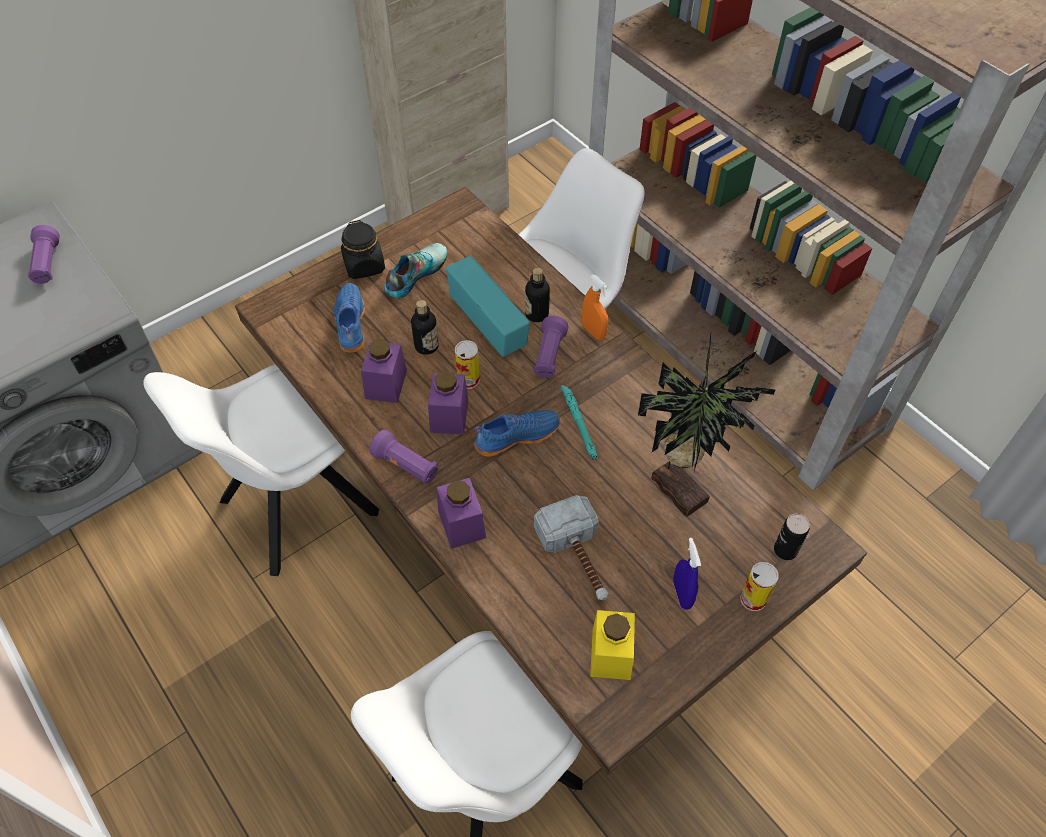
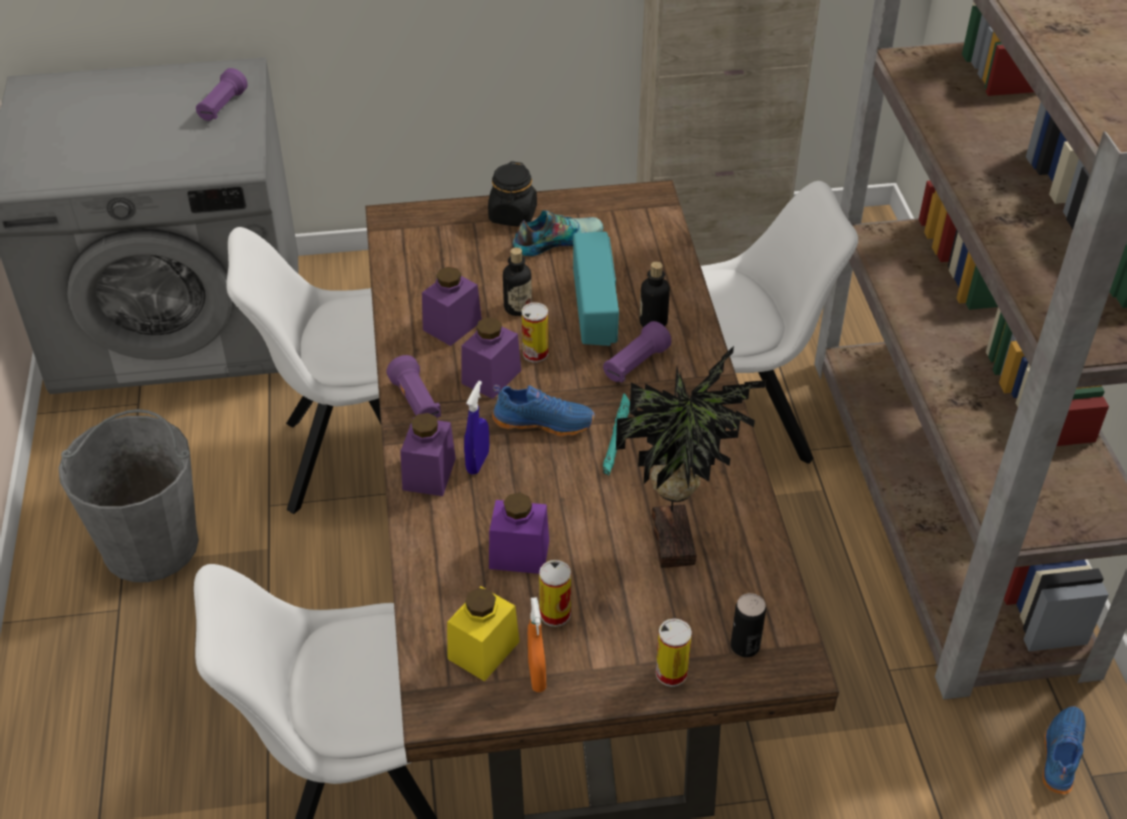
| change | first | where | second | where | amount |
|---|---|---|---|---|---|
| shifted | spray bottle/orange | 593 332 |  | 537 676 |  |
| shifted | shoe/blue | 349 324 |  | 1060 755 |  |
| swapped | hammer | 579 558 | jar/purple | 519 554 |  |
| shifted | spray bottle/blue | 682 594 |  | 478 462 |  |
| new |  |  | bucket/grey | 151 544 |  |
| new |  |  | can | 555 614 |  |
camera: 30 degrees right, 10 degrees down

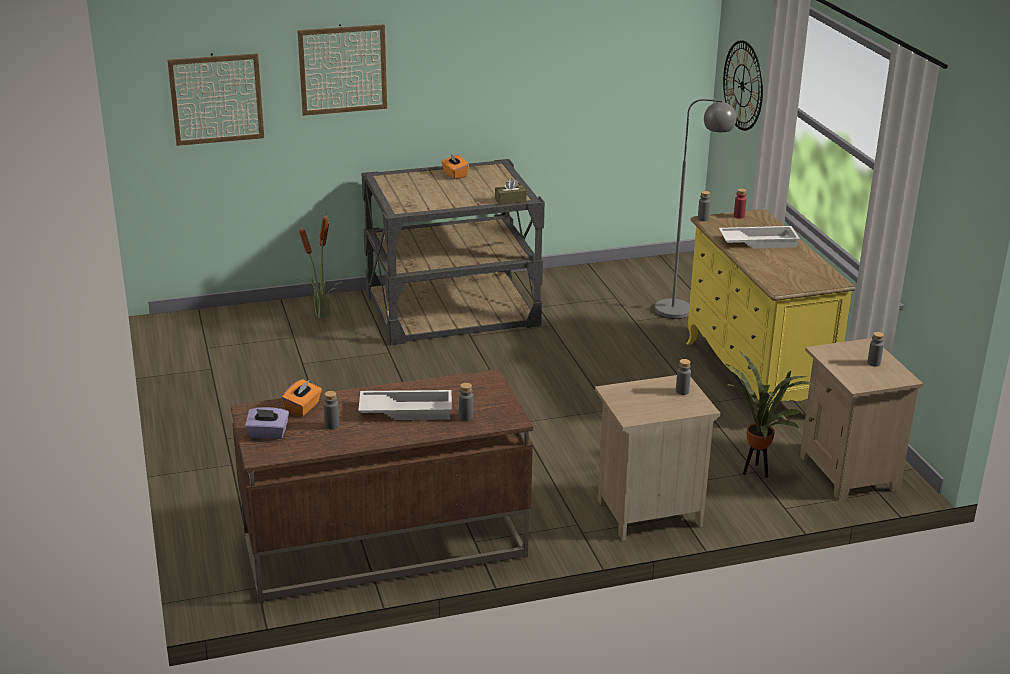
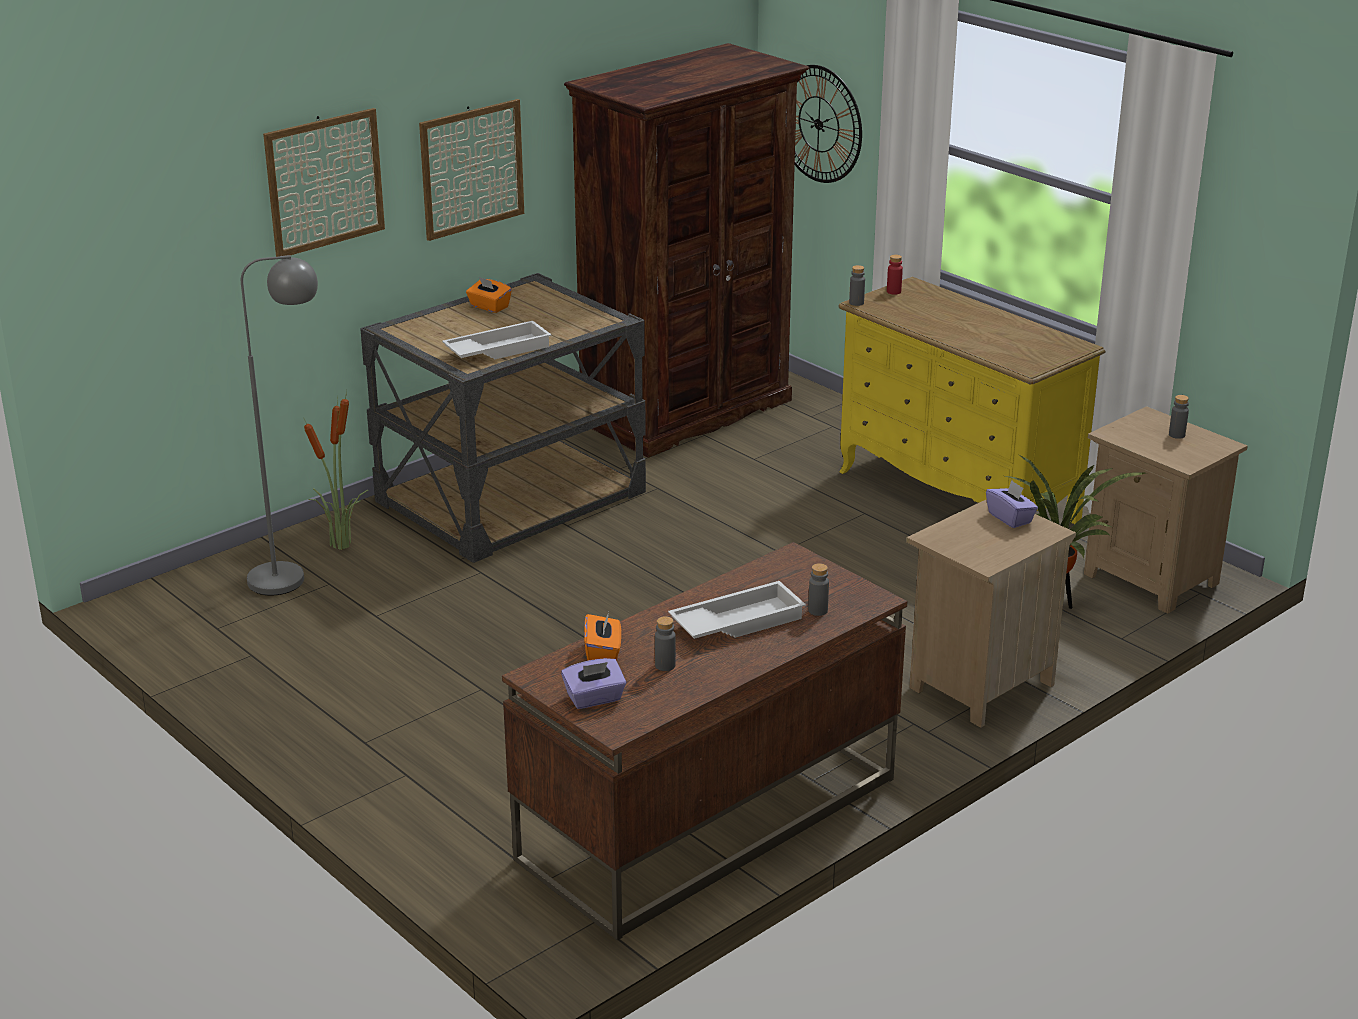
| change | first | where | second | where | amount |
|---|---|---|---|---|---|
| shifted | picture | 216 97 |  | 471 166 |  |
| shifted | floor lamp/grey | 684 312 |  | 294 579 |  |
| gone | tissue box/brown | 510 200 |  |  |  |
| shifted | tray/white | 758 242 |  | 497 349 |  |
| swapped | bottle/grey | 682 391 | tissue box/purple | 1010 518 |  |
| new |  |  | wardrobe/brown | 687 411 |  |
camera: 25 degrees left, 0 degrees up

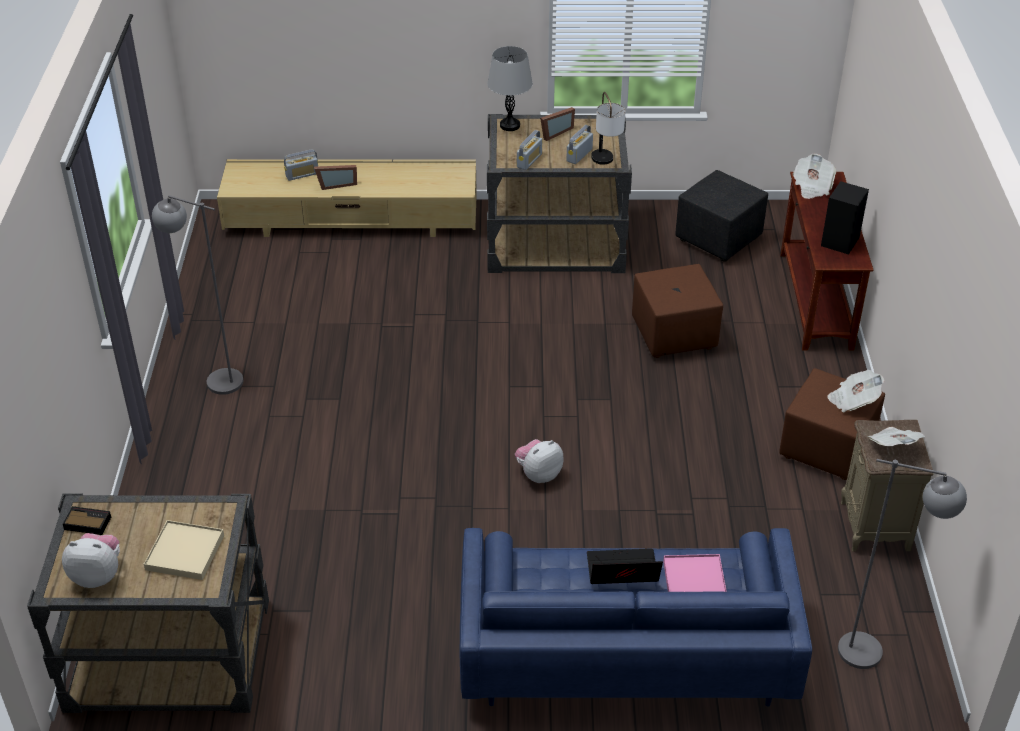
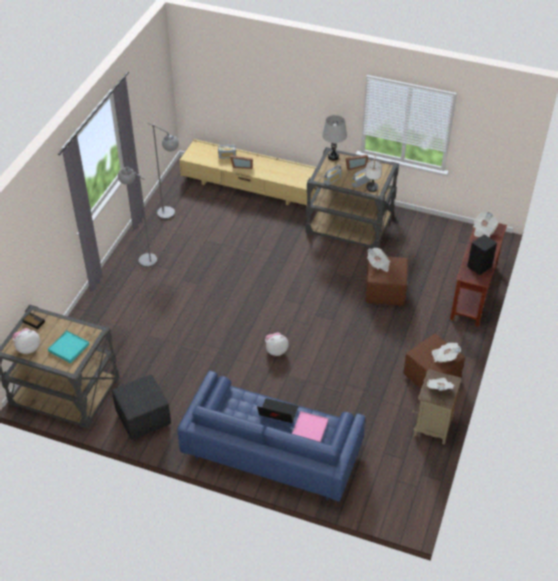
| change | first | where | second | where | amount |
|---|---|---|---|---|---|
| shifted | ottoman/black | 719 239 |  | 144 419 |  |
| shifted | floor lamp/grey | 876 655 |  | 171 216 |  |
| repainted | tray/beige | 184 552 | tray/turquoise | 68 348 |  |
| rotated | plush toy | 98 575 |  | 27 348 | 60 degrees counterclockwise |
| new |  |  | newspaper | 378 264 |  |
camera: 20 degrees right, 5 degrees up

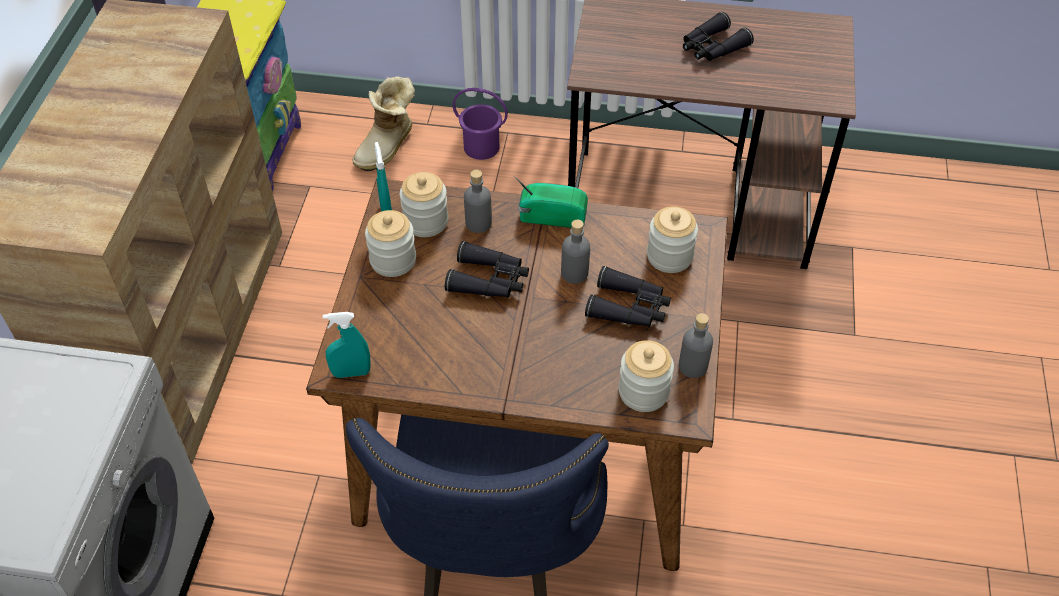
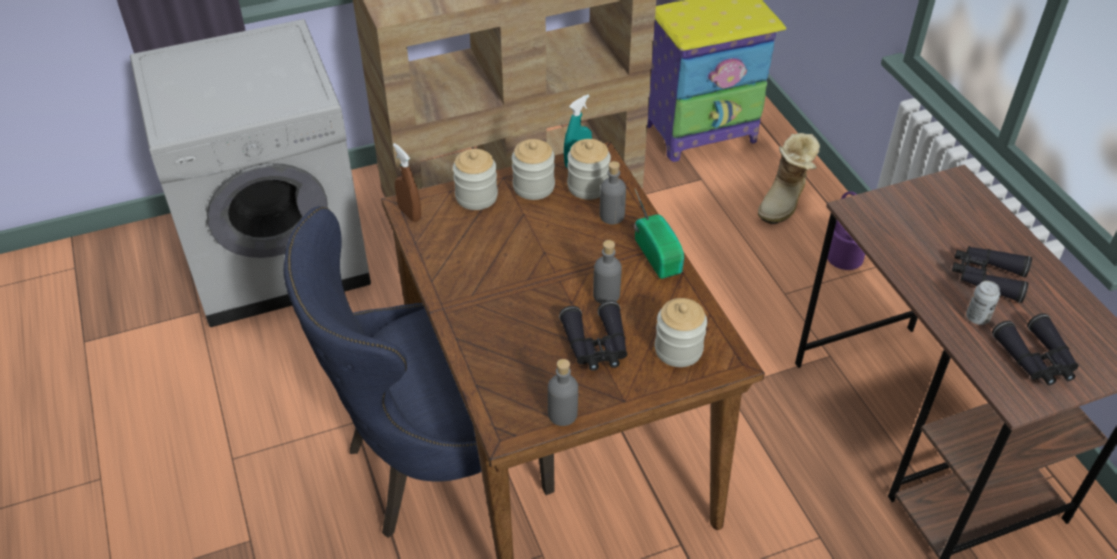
| change | first | where | second | where | amount |
|---|---|---|---|---|---|
| rotated | boot | 388 147 |  | 785 201 | 60 degrees counterclockwise |
| shifted | binoculars/black | 489 280 |  | 1036 359 |  |
| repainted | spray bottle/turquoise | 351 372 | spray bottle/brown | 409 213 |  |
| shifted | jar | 643 392 |  | 476 196 |  |
| new |  |  | can | 977 317 |  |
camera: 60 degrees right, 5 degrees down

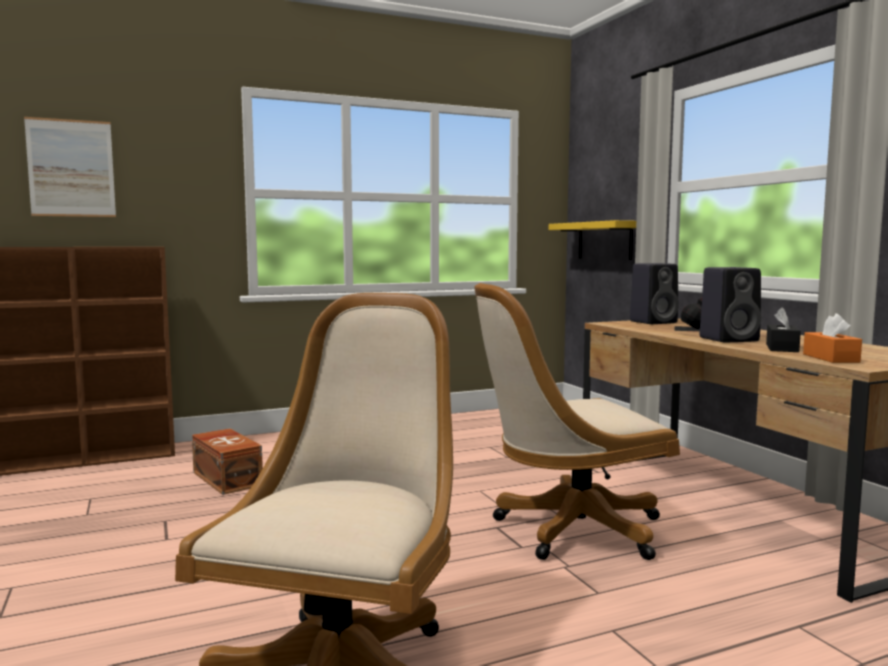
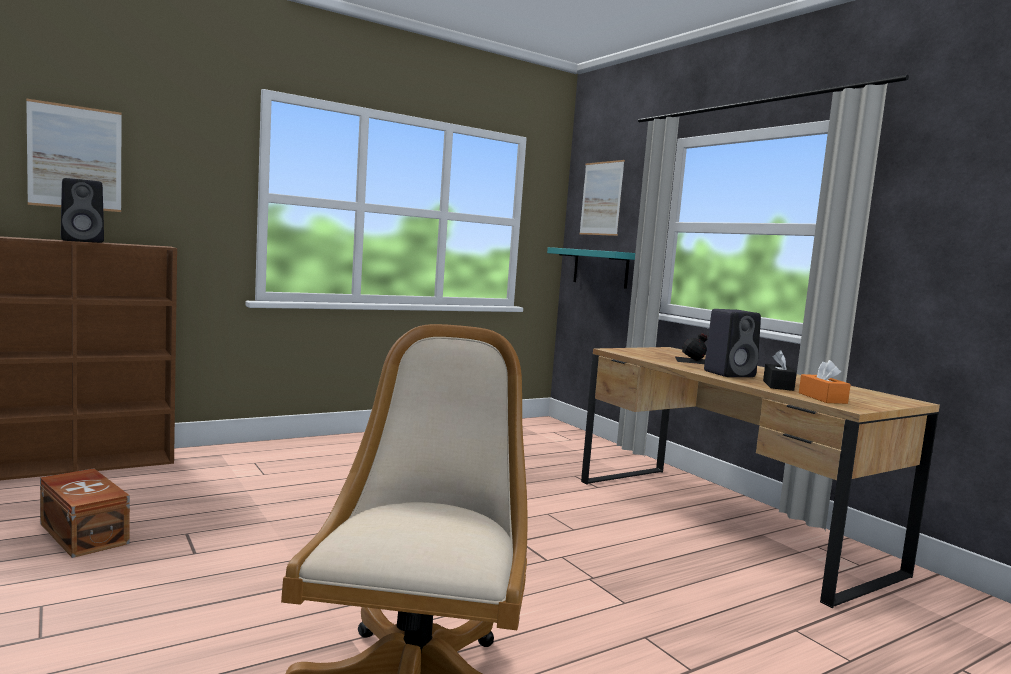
| change | first | where | second | where | amount |
|---|---|---|---|---|---|
| repainted | shelf/yellow | 604 241 | shelf/turquoise | 600 268 |  |
| shifted | speaker/black | 654 322 |  | 84 241 |  |
| gone | office chair | 568 530 |  |  |  |
| shifted | storage box/brown | 228 478 |  | 85 532 |  |
| new |  |  | picture | 601 198 |  |
camera: 10 degrees left, 0 degrees up

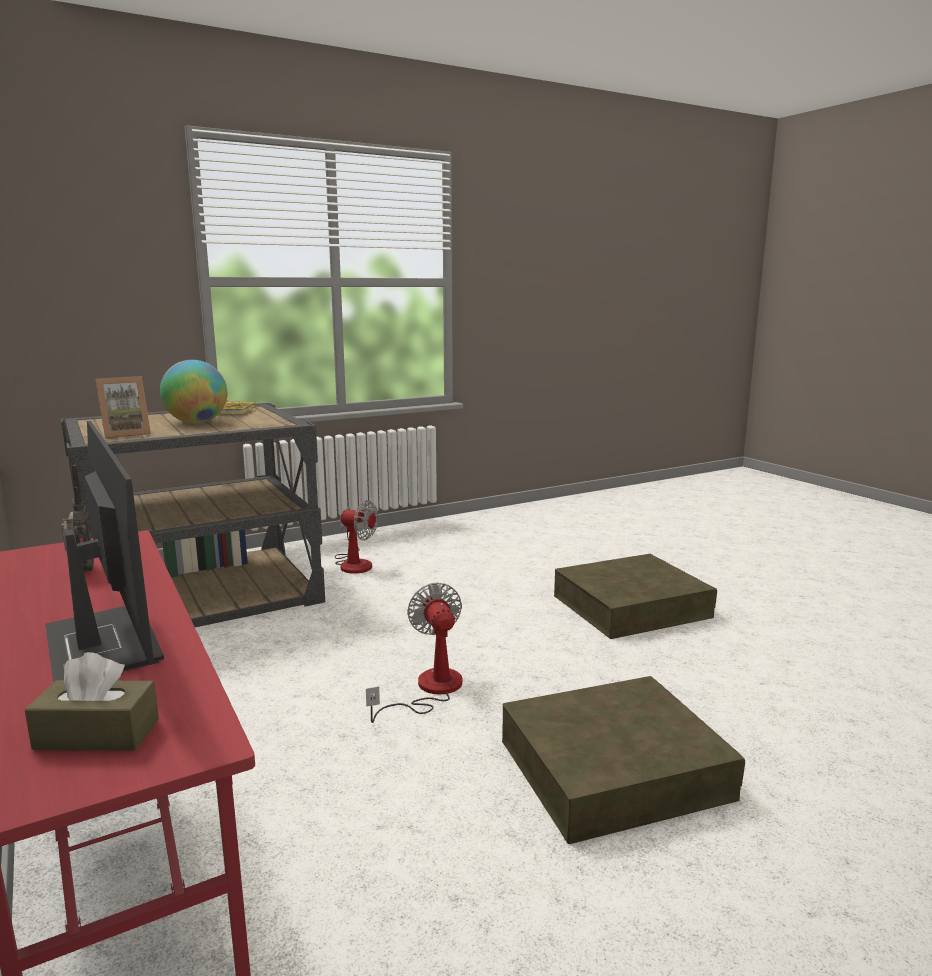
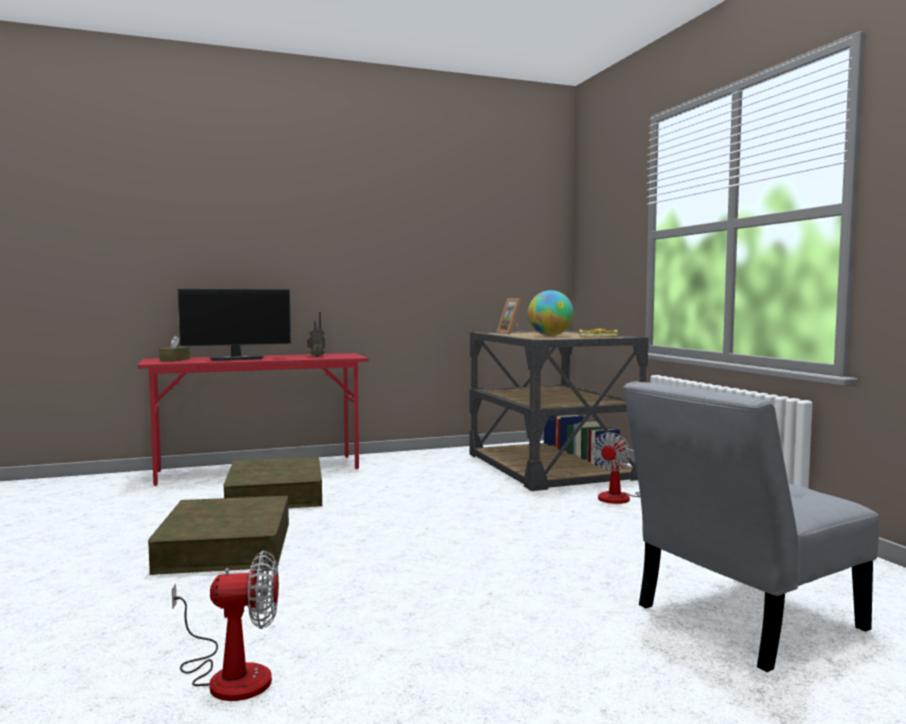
| change | first | where | second | where | amount |
|---|---|---|---|---|---|
| shifted | storage box/brown | 631 606 |  | 275 494 |  |
| shifted | fan | 429 690 |  | 229 674 |  |
| new |  |  | chair/grey | 740 621 |  |
camera: 100 degrees right, 10 degrees down

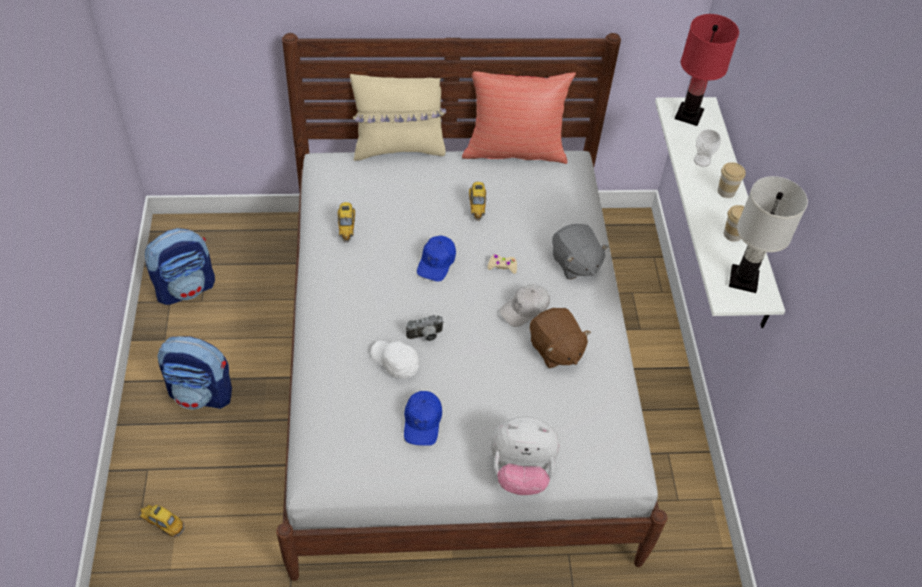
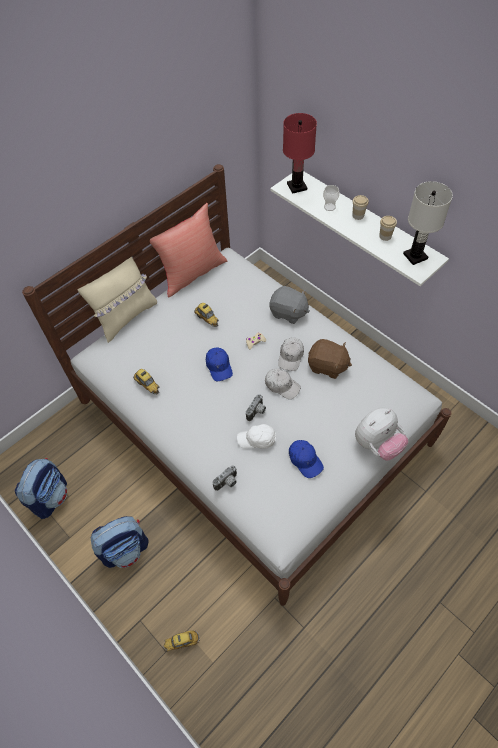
| change | first | where | second | where | amount |
|---|---|---|---|---|---|
| new |  |  | cap/white | 282 385 |  |
| new |  |  | photo camera | 227 483 |  |
camera: 35 degrees left, 5 degrees up

